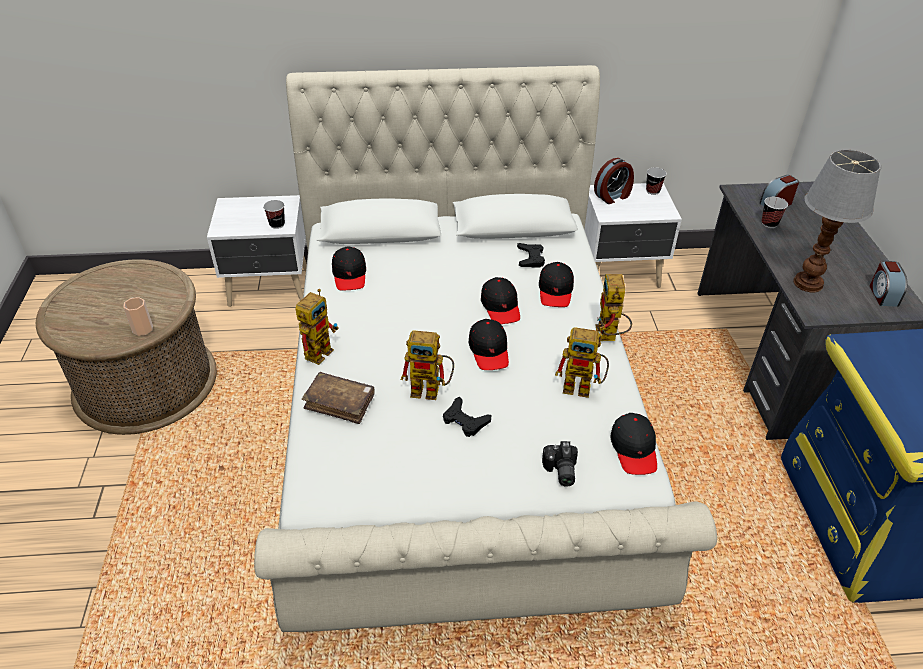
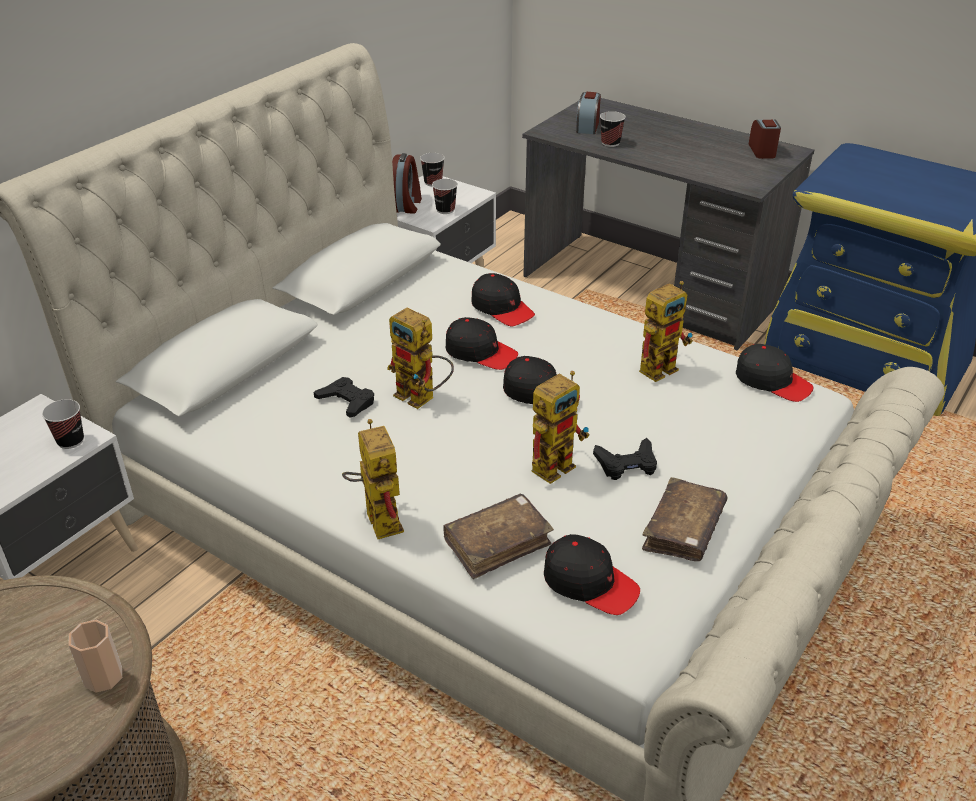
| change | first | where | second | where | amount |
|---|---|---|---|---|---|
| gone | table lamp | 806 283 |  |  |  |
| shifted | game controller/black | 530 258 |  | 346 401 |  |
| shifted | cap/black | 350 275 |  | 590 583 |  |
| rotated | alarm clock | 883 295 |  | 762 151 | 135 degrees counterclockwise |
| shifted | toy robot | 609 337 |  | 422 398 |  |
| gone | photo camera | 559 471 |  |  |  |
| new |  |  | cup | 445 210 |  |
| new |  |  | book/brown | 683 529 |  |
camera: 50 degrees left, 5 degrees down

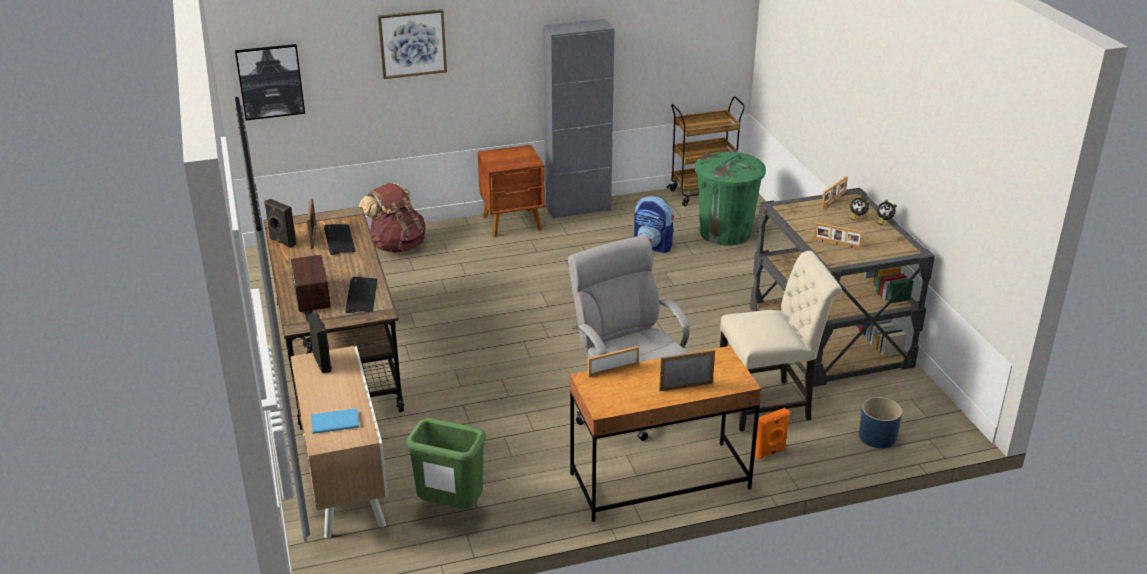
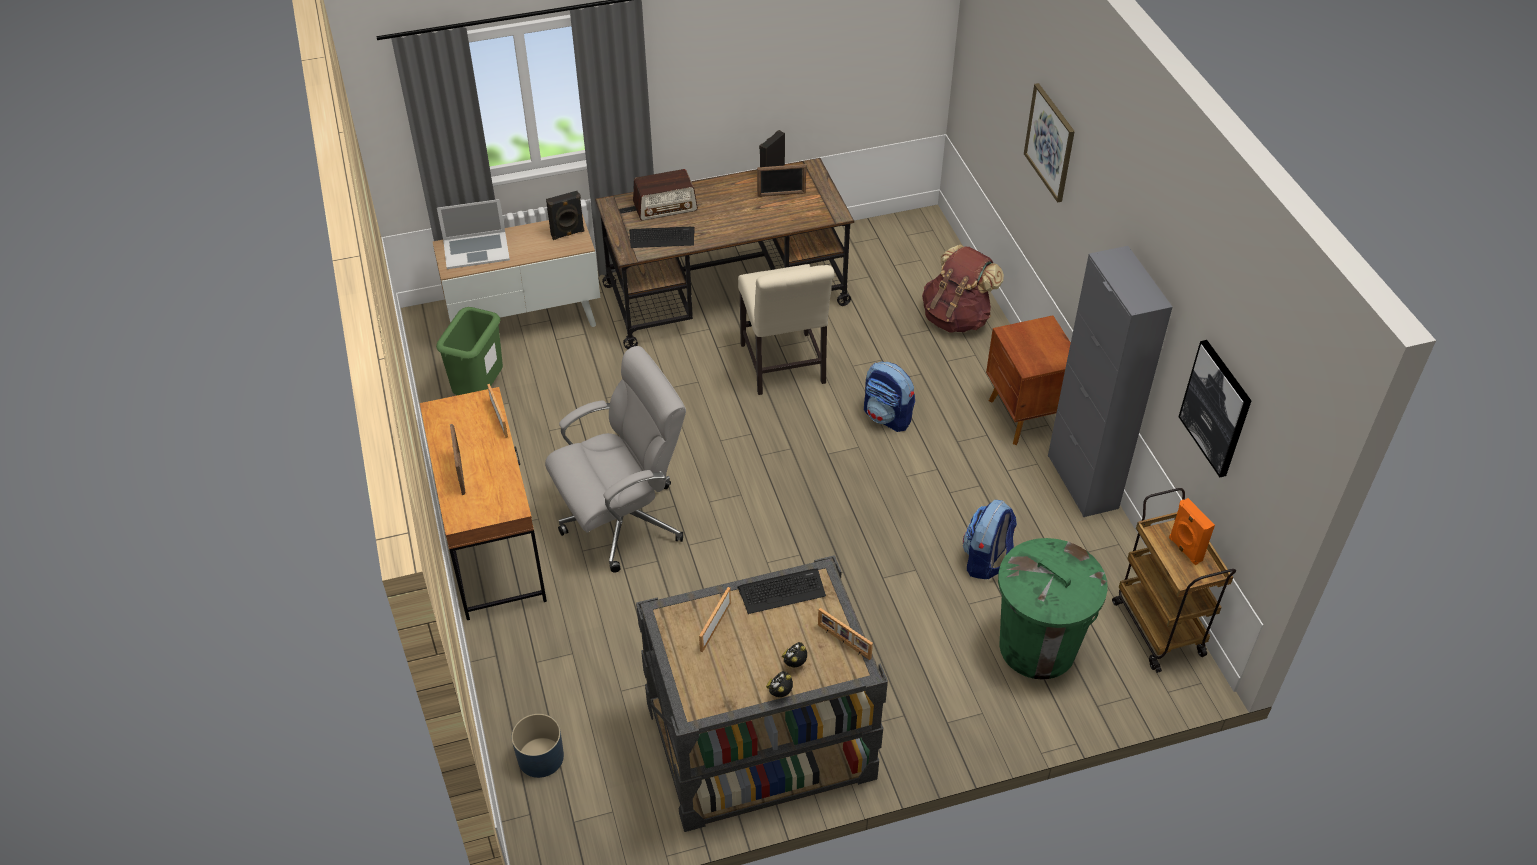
| change | first | where | second | where | amount |
|---|---|---|---|---|---|
| shifted | picture | 270 81 |  | 1216 408 |  |
| shifted | keyboard | 339 240 |  | 782 591 |  |
| shifted | chair/beige | 769 405 |  | 783 368 |  |
| swapped | book/blue | 333 421 | laptop | 476 250 |  |
| shifted | speaker/orange | 770 453 |  | 1184 549 |  |
| new |  |  | backpack | 888 417 |  |
camera: 90 degrees right, 15 degrees up

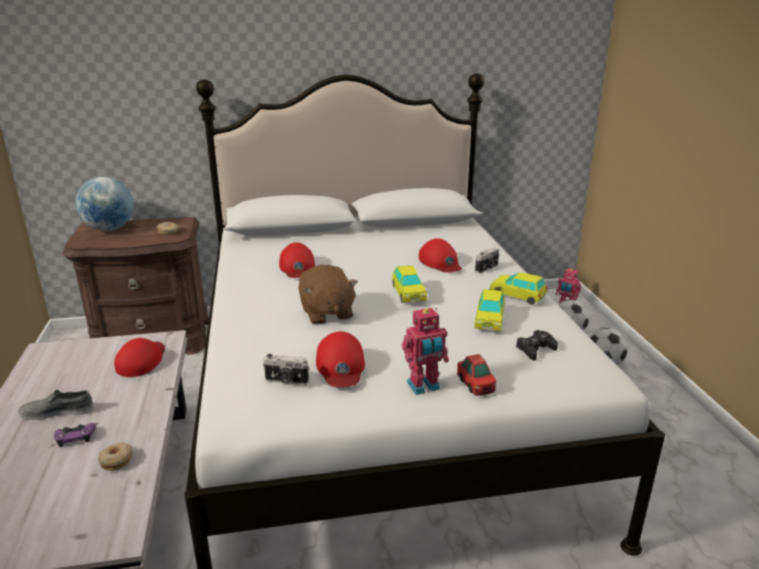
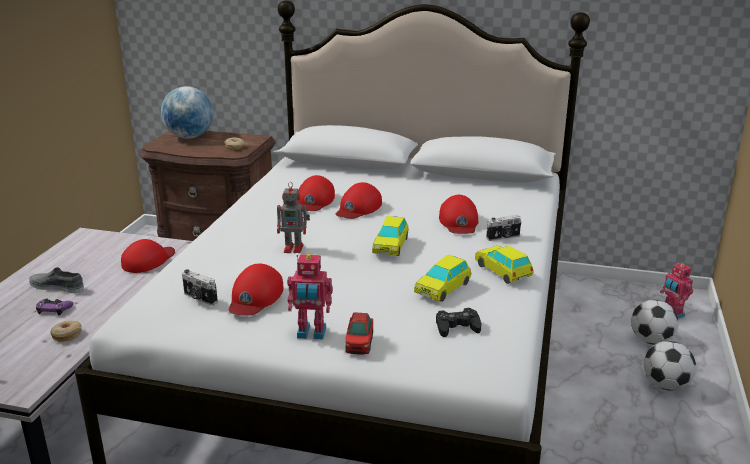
| change | first | where | second | where | amount |
|---|---|---|---|---|---|
| swapped | plush toy/brown | 326 313 | toy robot | 294 248 |  |
| new |  |  | cap/red | 358 208 |  |
camera: 25 degrees right, 0 degrees up

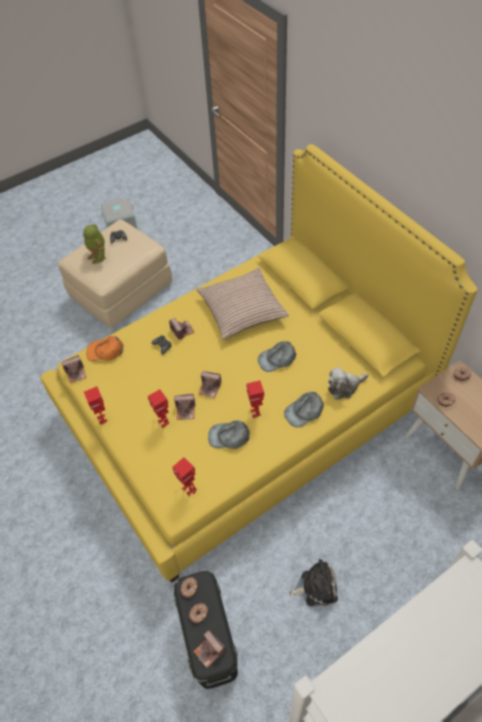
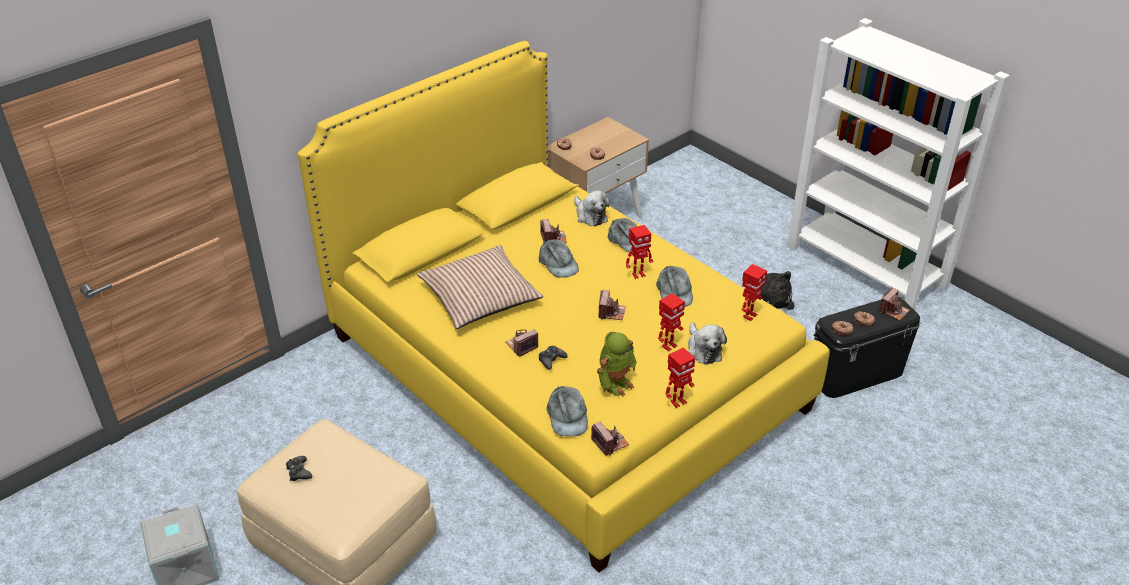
| change | first | where | second | where | amount |
|---|---|---|---|---|---|
| shifted | toy robot | 98 256 |  | 615 383 |  |
| repainted | cap/orange | 105 351 | cap/grey | 567 416 |  |
| shifted | photo camera | 185 410 |  | 553 238 |  |
| new |  |  | plush toy | 703 349 |  |
camera: 100 degrees left, 15 degrees down

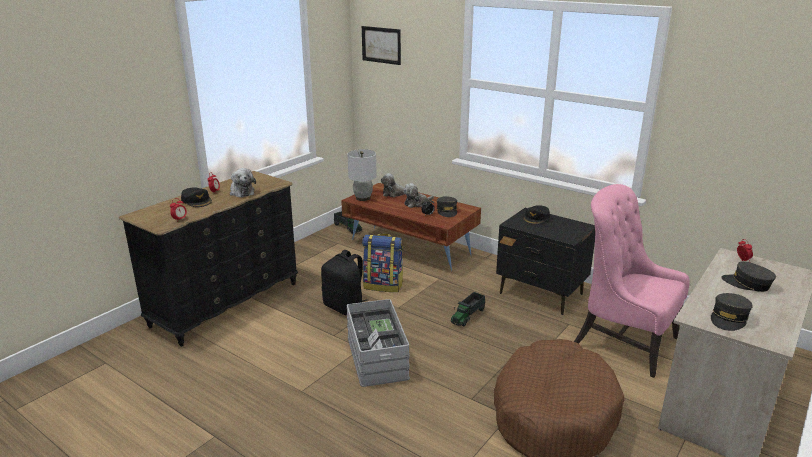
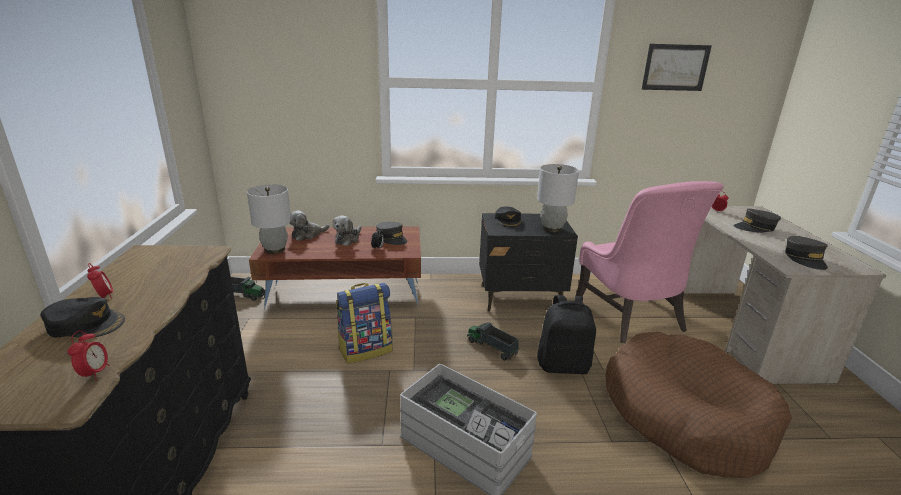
| change | first | where | second | where | amount |
|---|---|---|---|---|---|
| shifted | picture | 381 45 |  | 675 67 |  |
| gone | plush toy | 241 192 |  |  |  |
| rotated | chair/pink | 623 341 |  | 630 316 | 105 degrees counterclockwise |
| shifted | backpack/black | 345 307 |  | 563 365 |  |
| rotated | toy truck | 468 316 |  | 491 347 | 135 degrees clockwise |
| new |  |  | table lamp/white | 552 228 |  |
camera: 40 degrees left, 0 degrees up

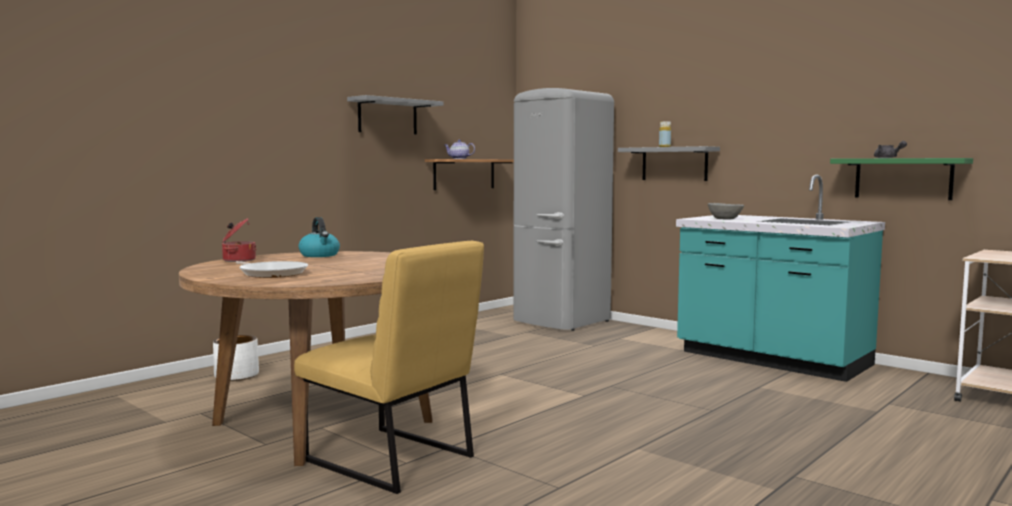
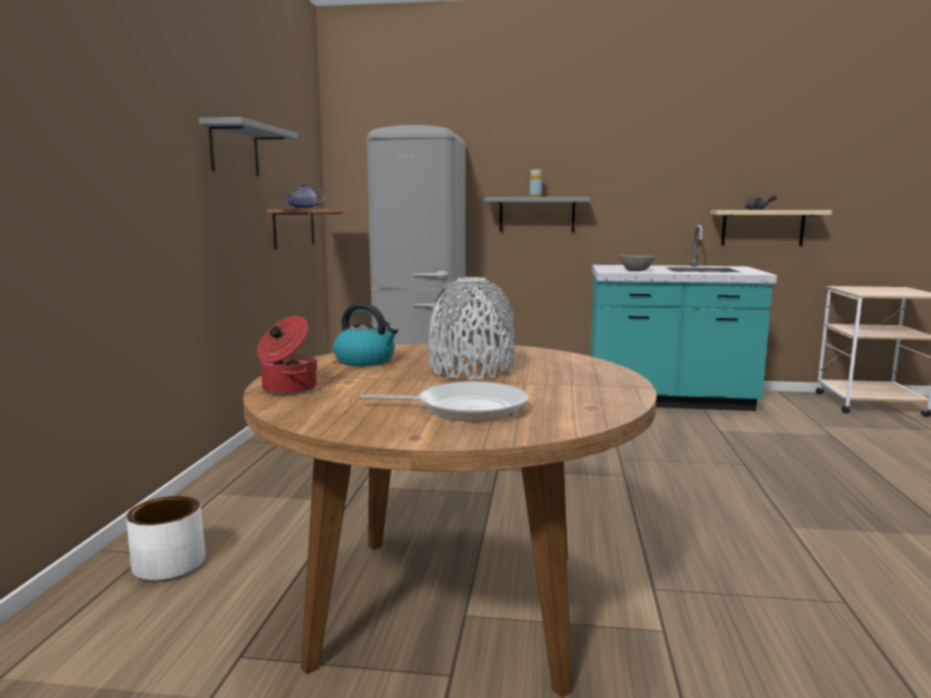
| change | first | where | second | where | amount |
|---|---|---|---|---|---|
| repainted | shelf/green | 903 178 | shelf/beige | 762 227 |  |
| gone | chair/yellow | 391 459 |  |  |  |
| new |  |  | vase/grey | 471 370 |  |
camera: 35 degrees left, 5 degrees up

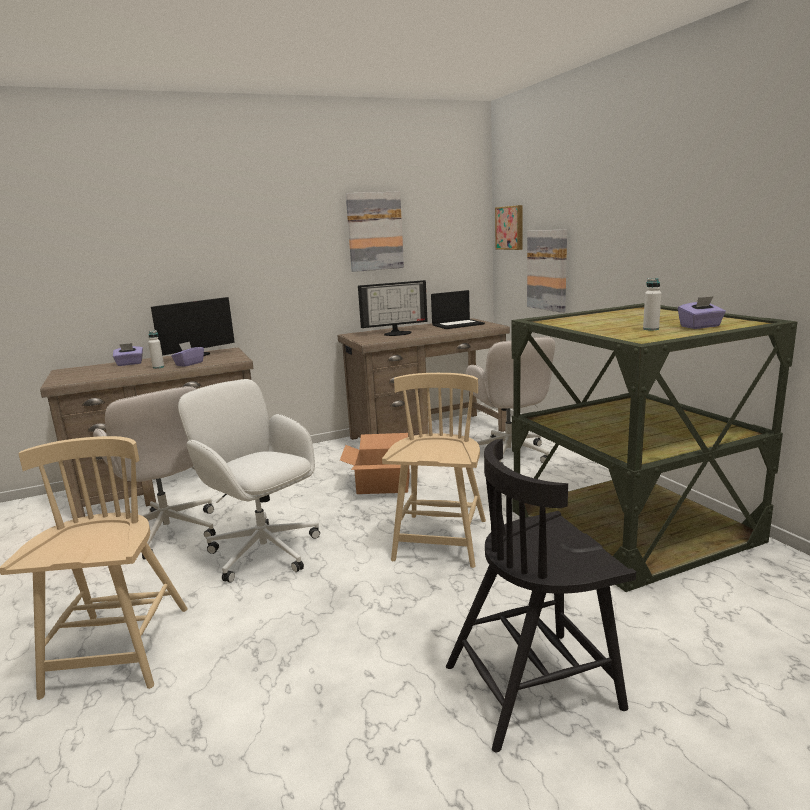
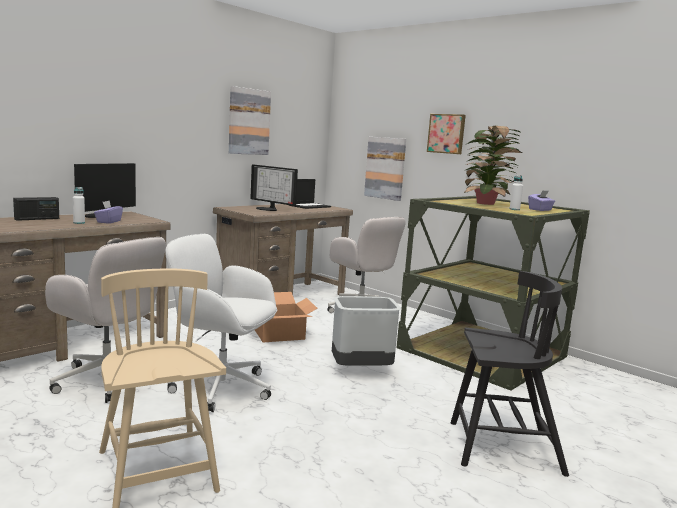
| change | first | where | second | where | amount |
|---|---|---|---|---|---|
| shifted | picture | 510 228 |  | 446 133 |  |
| rotated | monitor | 397 333 |  | 268 209 | 75 degrees clockwise |
| swapped | tissue box/purple | 130 364 | radio | 37 219 |  |
| swapped | chair/beige | 440 540 | trash can/grey | 361 370 |  |
| rotated | chair/black | 536 685 |  | 502 447 | 135 degrees counterclockwise |
| new |  |  | potted plant | 487 203 |  |
camera: 25 degrees left, 5 degrees down

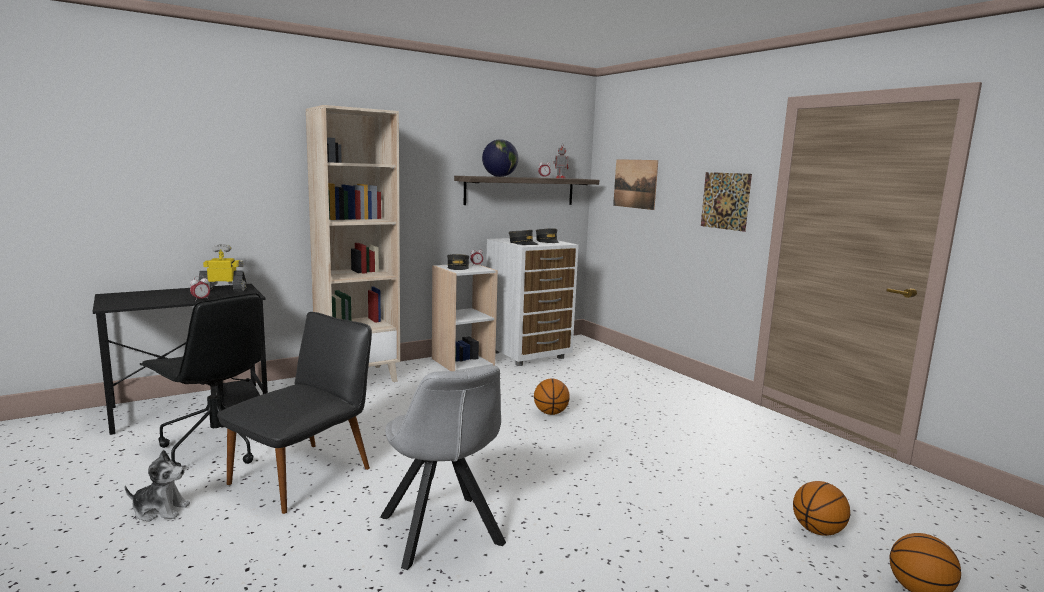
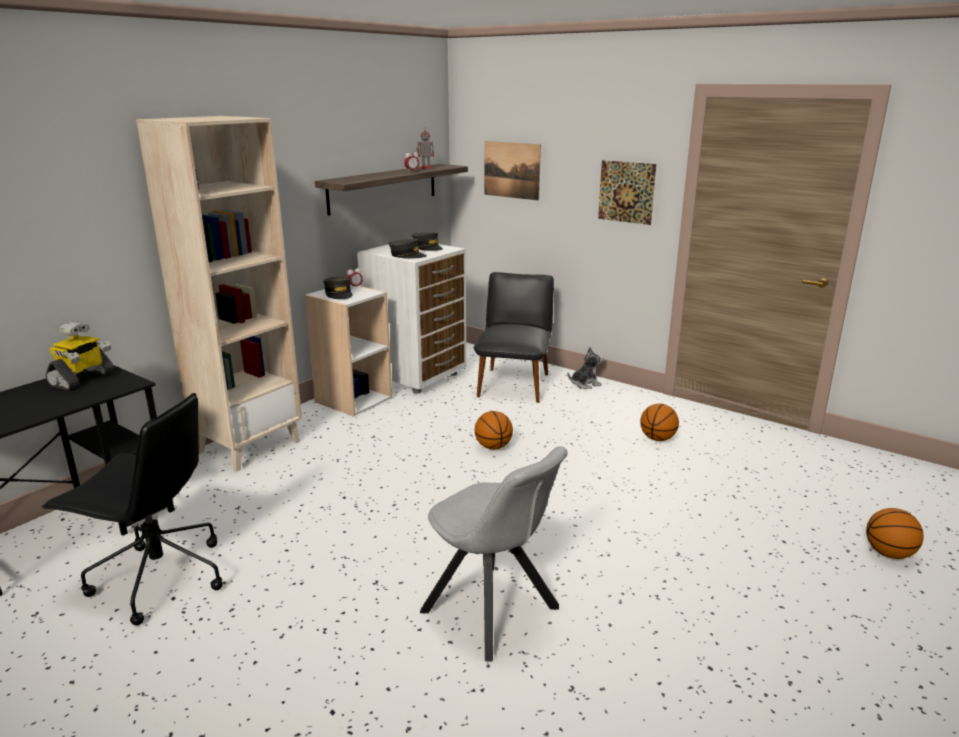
| change | first | where | second | where | amount |
|---|---|---|---|---|---|
| gone | globe | 499 176 |  |  |  |
| rotated | toy robot | 224 289 |  | 83 379 | 150 degrees clockwise |
| gone | alarm clock | 200 300 |  |  |  |
| shifted | chair/black | 300 475 |  | 513 385 |  |
| shifted | plush toy | 160 510 |  | 585 384 |  |
| shifted | basketball | 817 531 |  | 658 439 |  |
camera: 20 degrees left, 10 degrees up

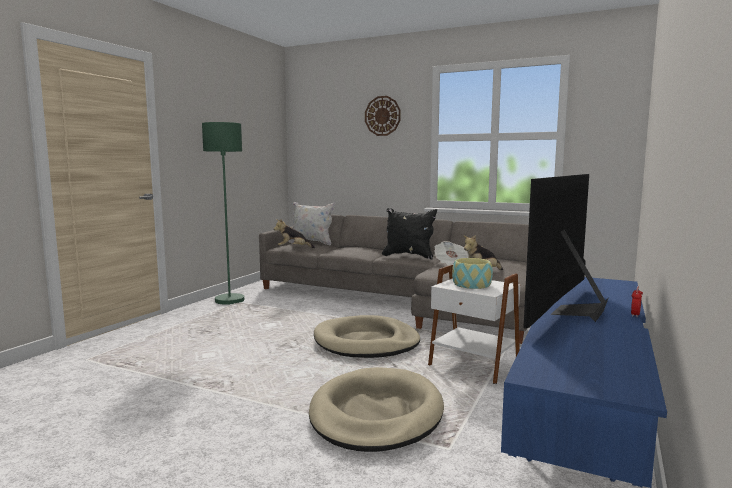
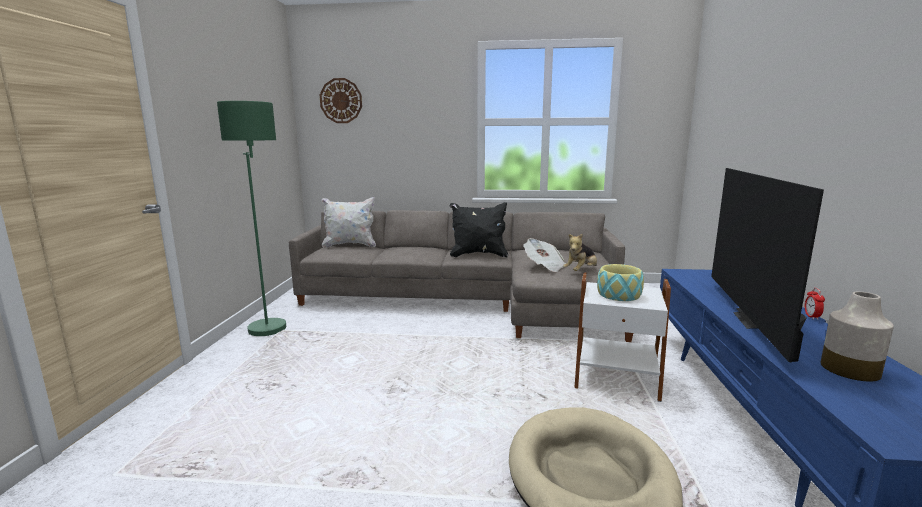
| change | first | where | second | where | amount |
|---|---|---|---|---|---|
| shifted | wall clock | 382 116 |  | 341 101 |  |
| gone | plush toy | 293 248 |  |  |  |
| gone | dog bed/beige | 366 342 |  |  |  |
| new |  |  | vase/beige | 850 369 |  |
camera: 20 degrees left, 5 degrees up

